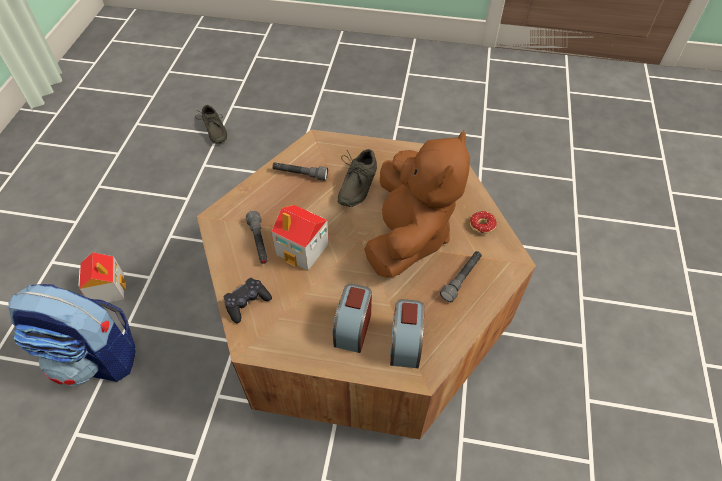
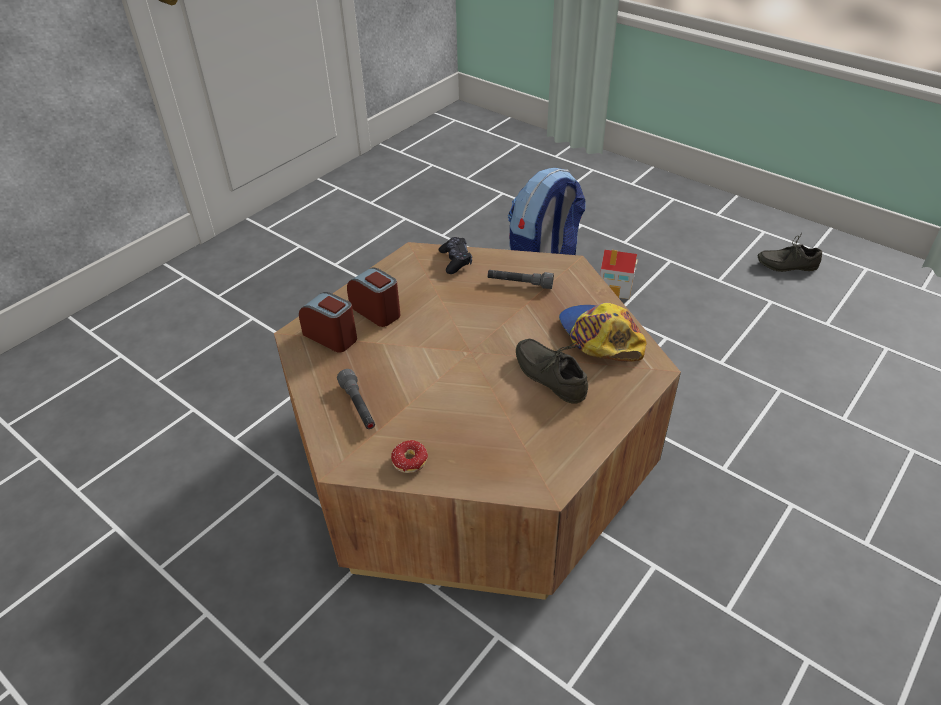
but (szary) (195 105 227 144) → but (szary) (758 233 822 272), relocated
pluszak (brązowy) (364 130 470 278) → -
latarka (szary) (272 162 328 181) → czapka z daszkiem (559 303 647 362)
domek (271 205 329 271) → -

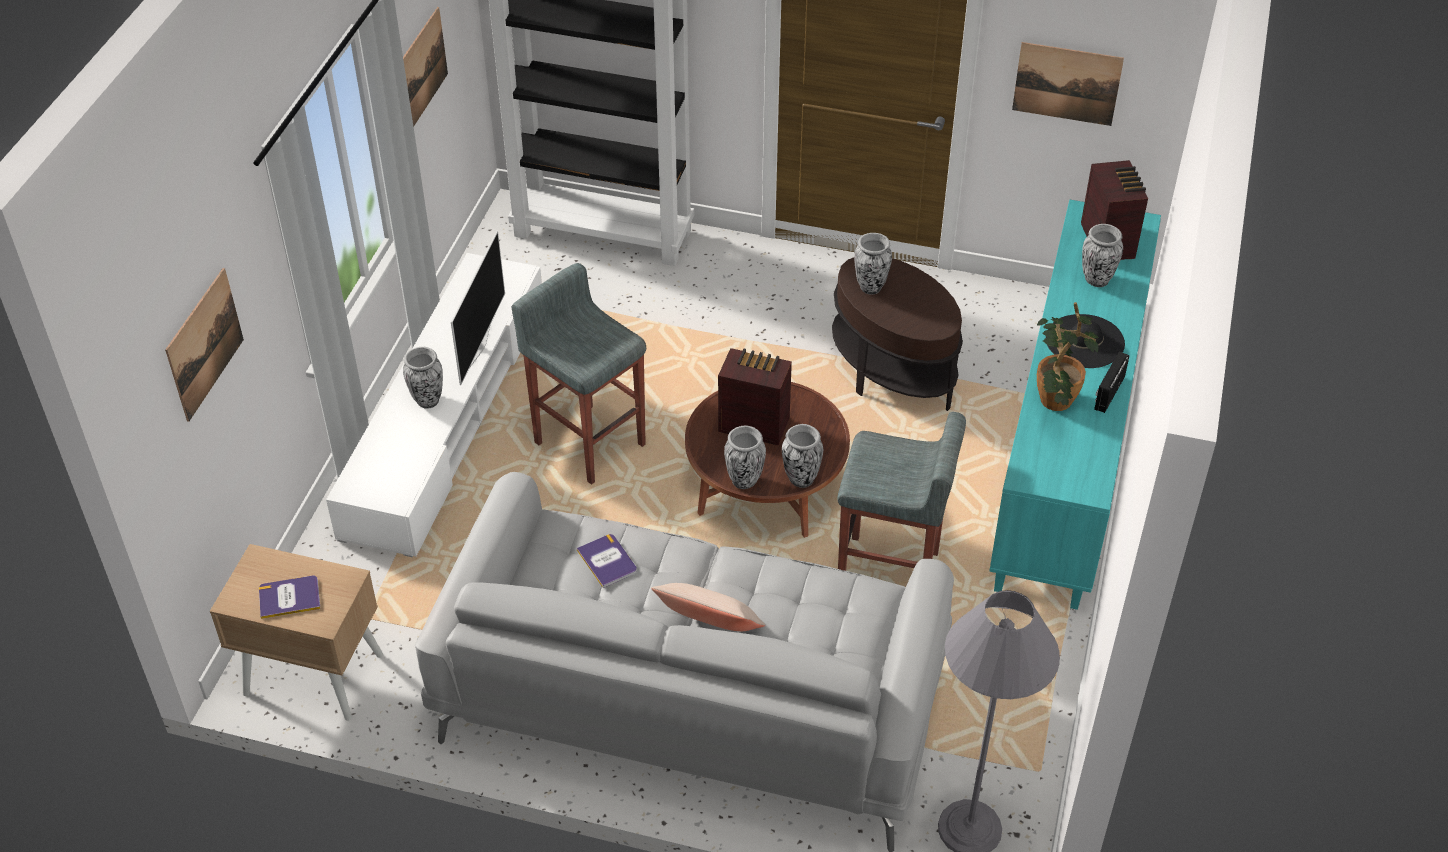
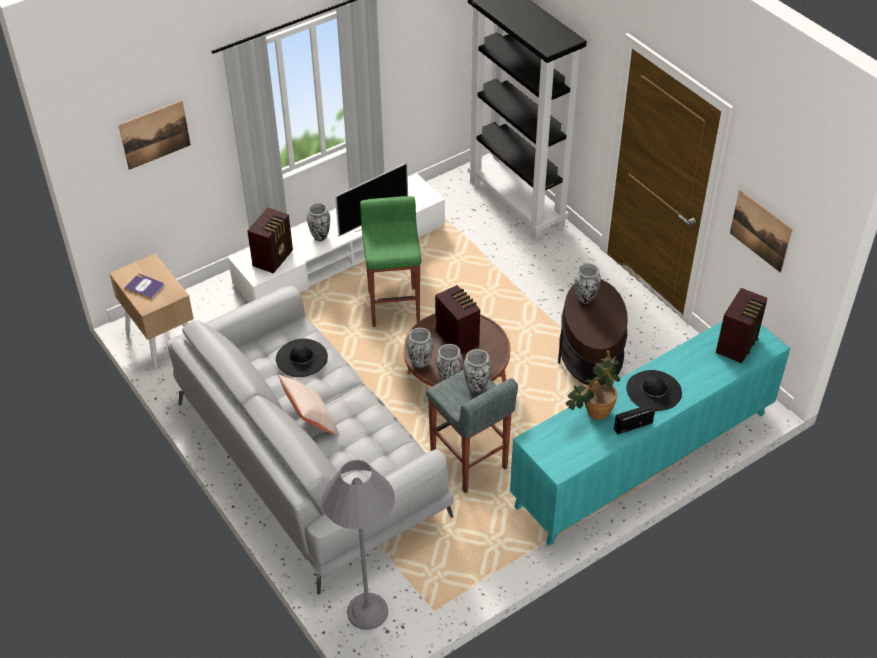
obraz (403 7 448 127) → -
wazon (1082 224 1123 287) → wazon (463 349 491 393), relocated
stołek (szary) (512 263 646 484) → stołek (zielony) (360 196 421 327)
książka (577 534 637 588) → kapelusz (czarny) (276 339 328 377)
- → radio (247 208 293 273)

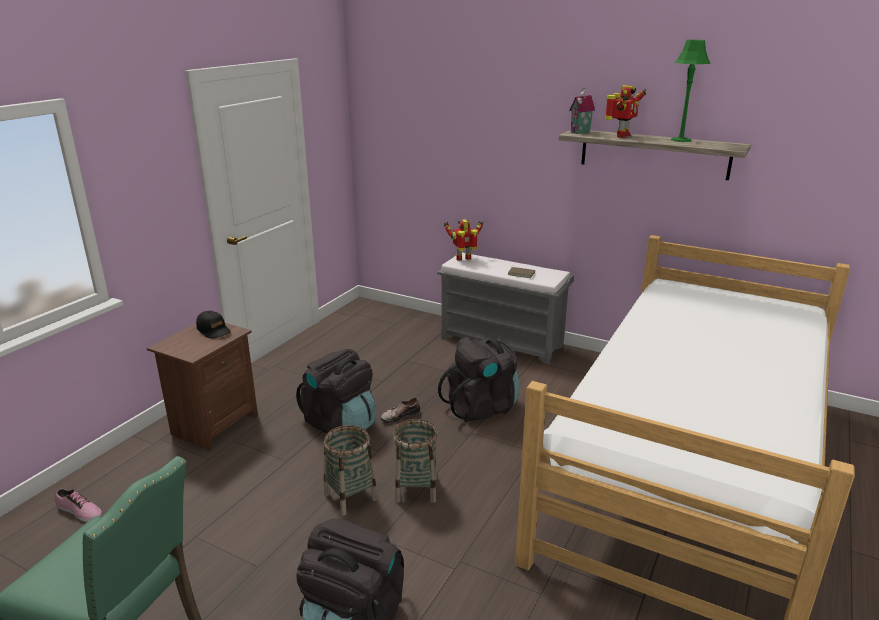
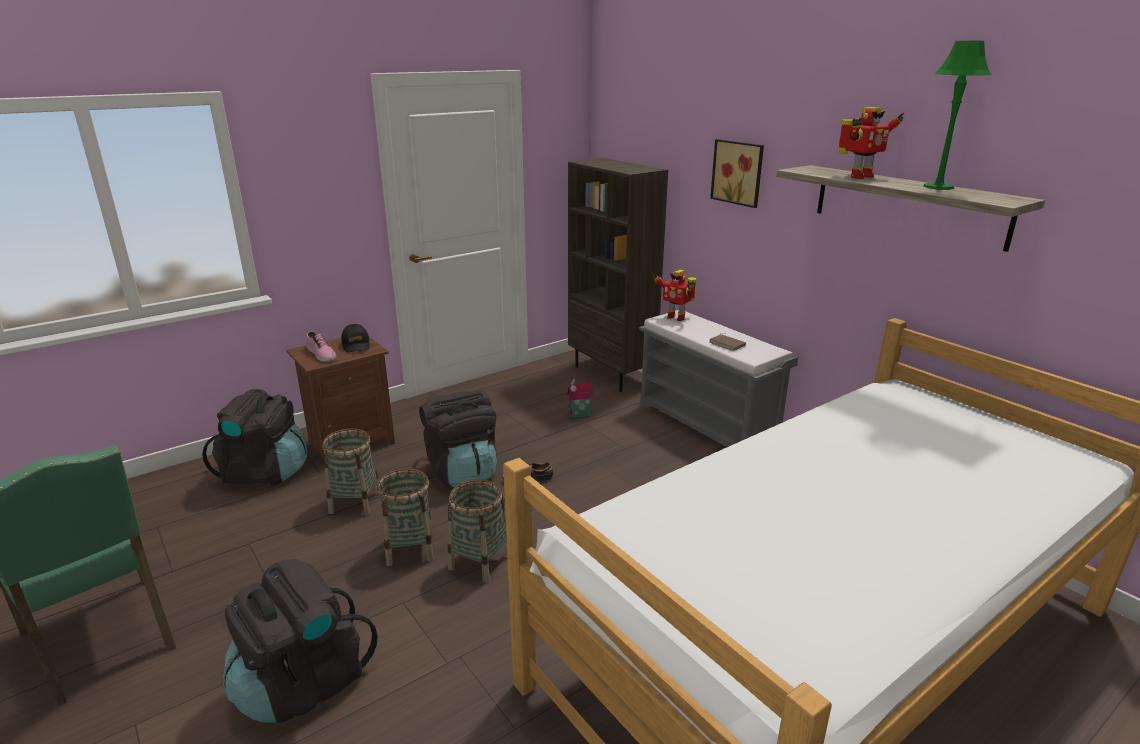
domek (569 88 595 134) → domek (567 379 593 418), relocated
robot zabawkowy (444 219 483 261) → robot zabawkowy (652 270 697 321), 150 degrees counterclockwise
plecak (czarny) (438 337 519 422) → plecak (czarny) (202 389 307 486), relocated
but (55 489 102 522) → but (306 331 336 362), relocated
- → obraz (710 139 764 208)
- → regał (brązowy) (568 158 668 392)
- → koszyk (322 428 379 515)

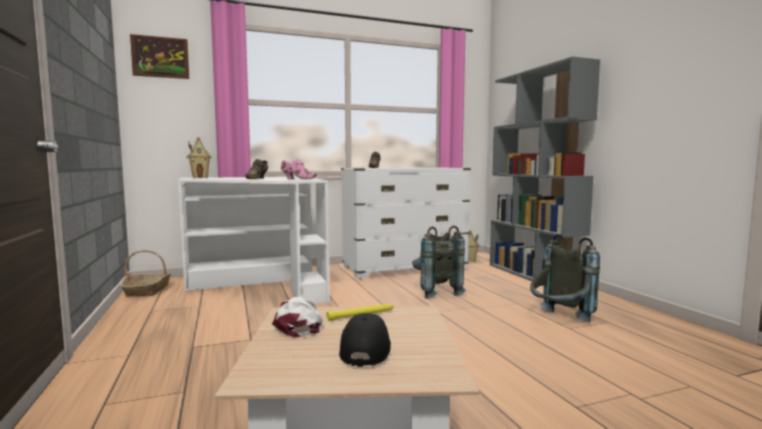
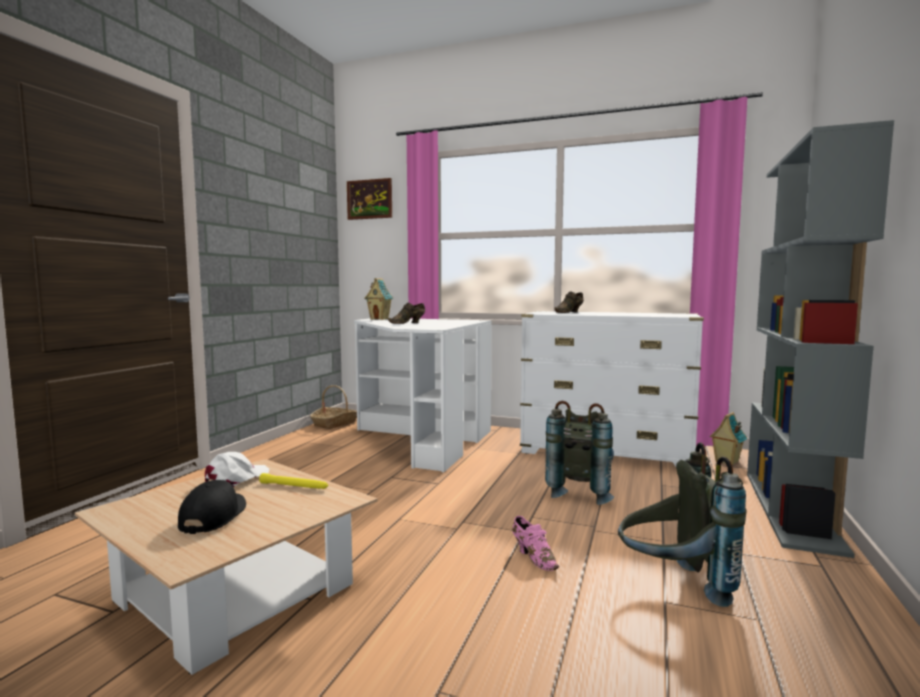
but (różowy) (281 159 317 179) → but (różowy) (512 516 559 571), relocated
czapka z daszkiem (czarny) (339 313 391 367) → czapka z daszkiem (czarny) (178 480 246 534), 45 degrees counterclockwise

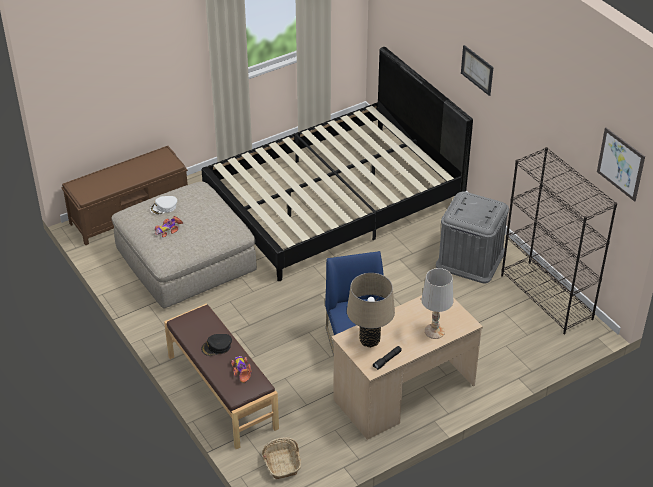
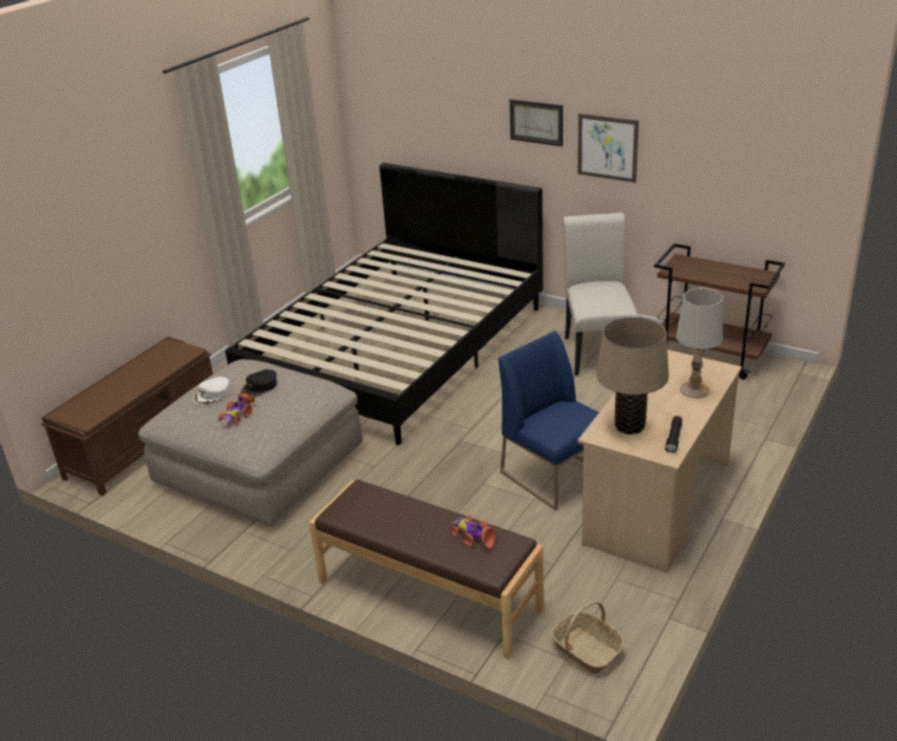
obraz (597 127 645 202) → obraz (578 114 639 183), relocated
regał (czarny) (501 147 617 334) → wózek (brązowy) (654 243 785 379)
pojemnik do przechowywania (szary) (436 191 509 283) → krzesło (biały) (563 213 638 376)
czapka z daszkiem (czarny) (201 334 232 356) → czapka z daszkiem (czarny) (241 369 277 397), relocated

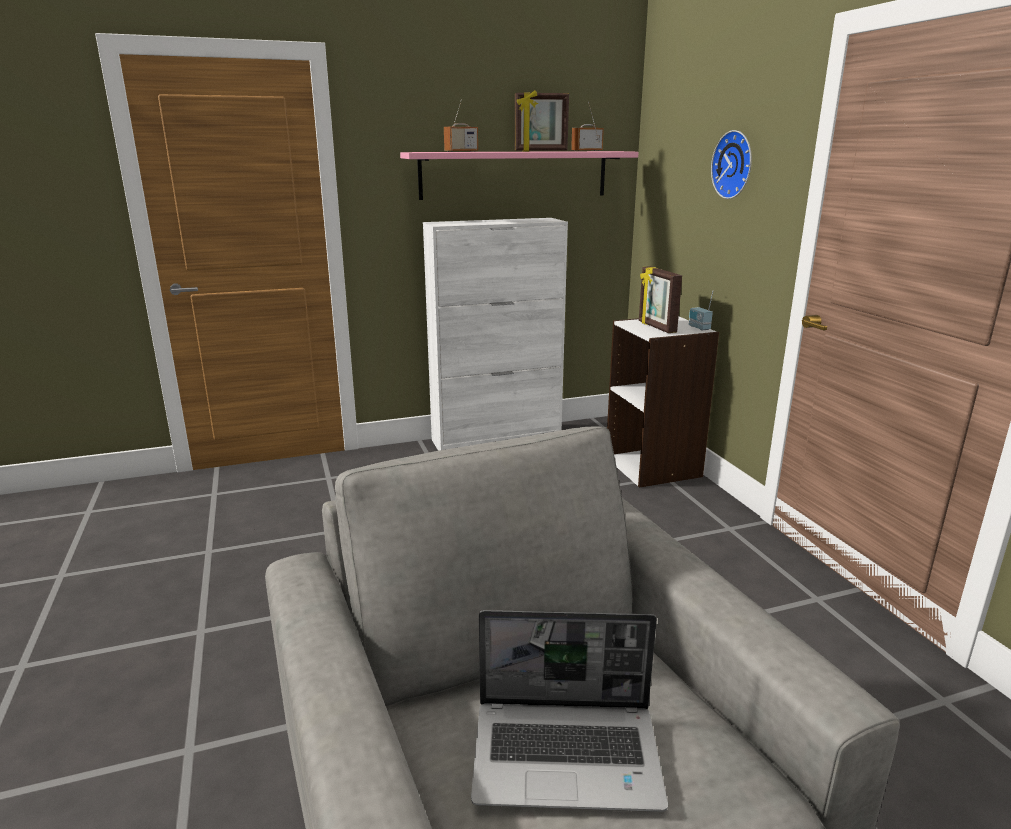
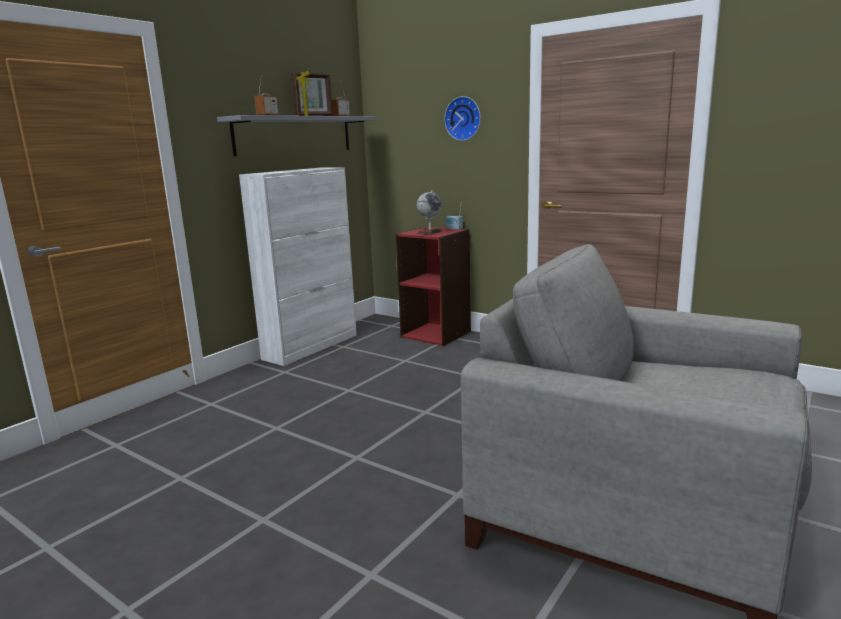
półka (różowy) (400 151 638 200) → półka (szary) (217 115 376 156)
ramka na zdjęcie (639 266 682 333) → globus (417 190 442 235)
regał (biały) (607 317 719 488) → regał (czerwony) (396 226 471 346)
laptop (471 610 668 812) → -

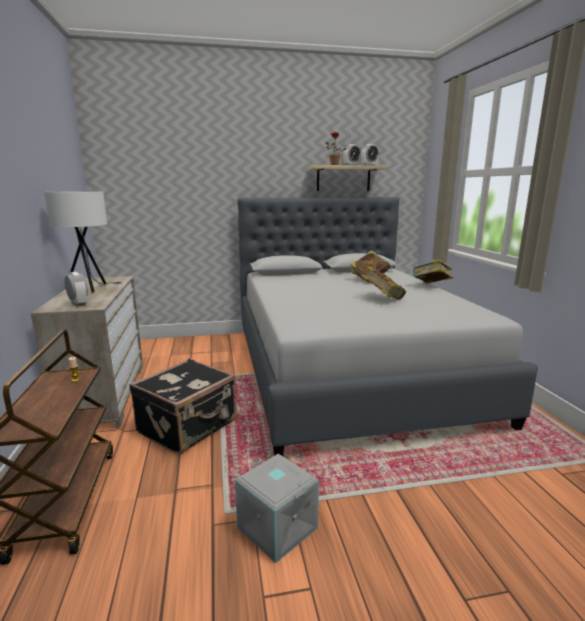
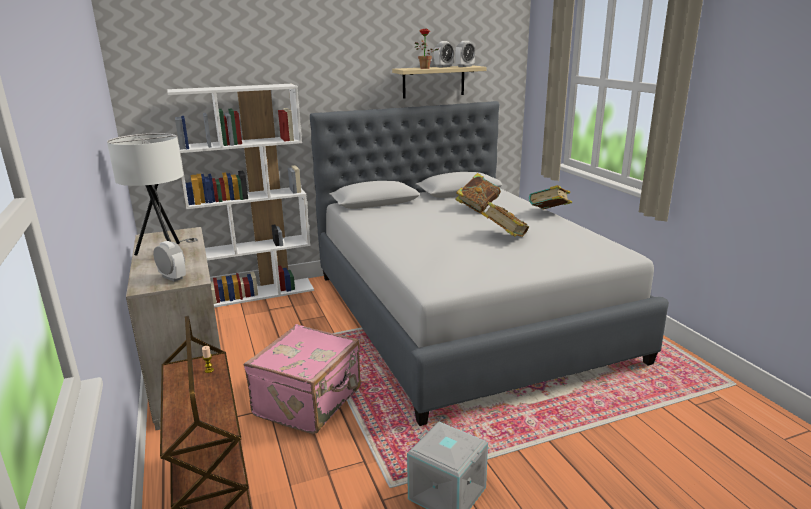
walizka (czarny) (129 359 236 454) → walizka (różowy) (244 324 361 434)
- → regał (biały) (167 84 314 308)

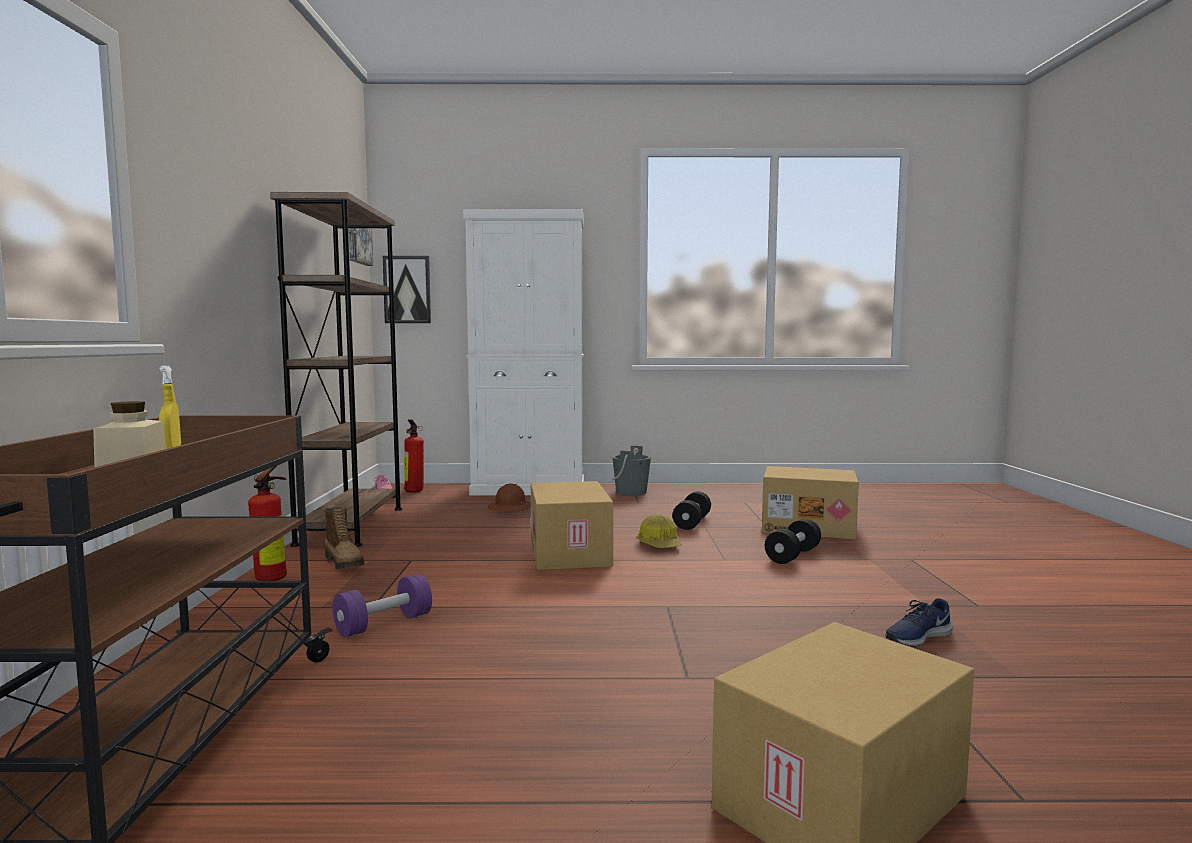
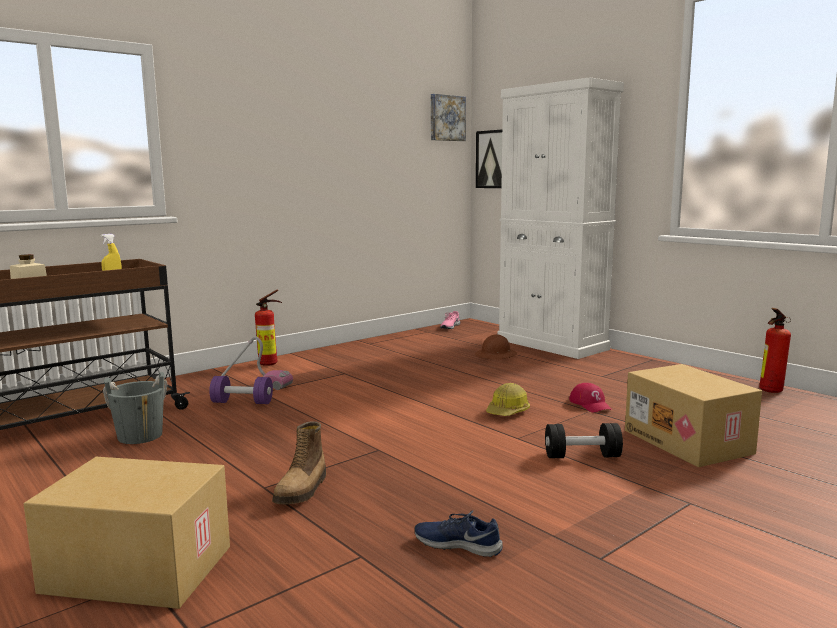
regał (brązowy) (270 192 402 547) → -
gaśnica (404 419 424 493) → gaśnica (759 308 791 393), relocated
wiadro (szary) (612 445 651 496) → wiadro (szary) (103 372 167 444), relocated
karton (531 481 613 570) → -
hantel (czarny) (672 491 711 530) → czapka z daszkiem (czerwony) (569 383 612 412)
but z cholewką (325 507 365 570) → but z cholewką (272 421 326 504), relocated
- → odkurzacz (221 336 293 390)

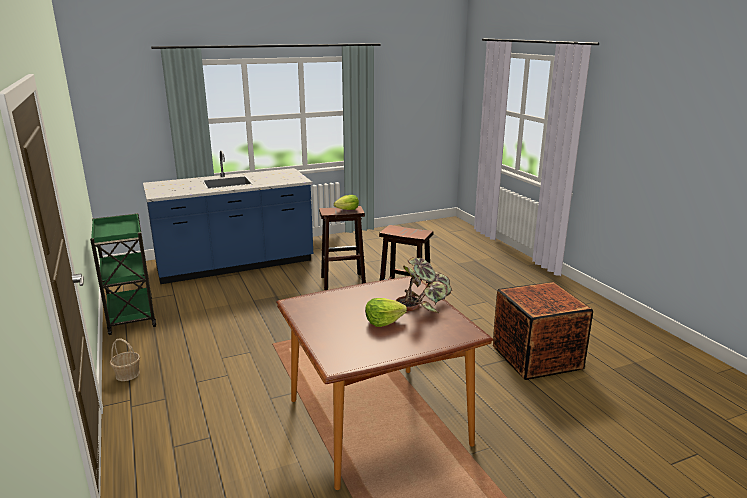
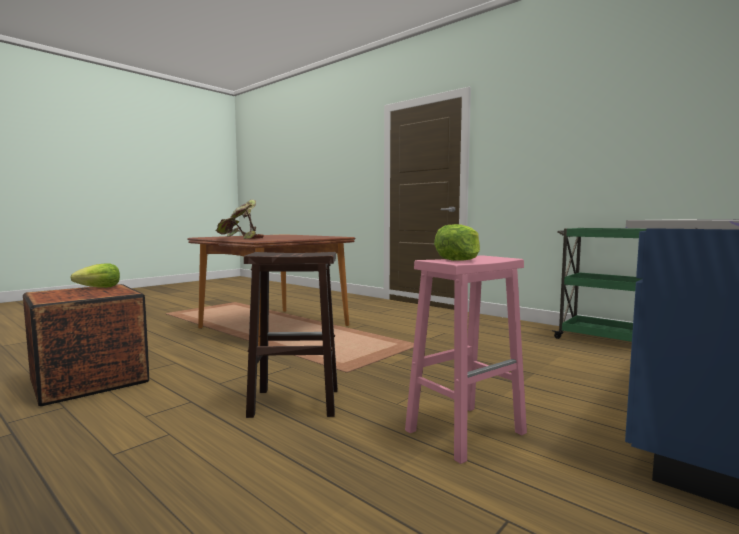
stołek (brązowy) (319 206 366 290) → stołek (różowy) (405 255 527 464)
sałata (365 298 407 327) → sałata (70 263 120 288), relocated
koszyk (110 339 140 381) → -

